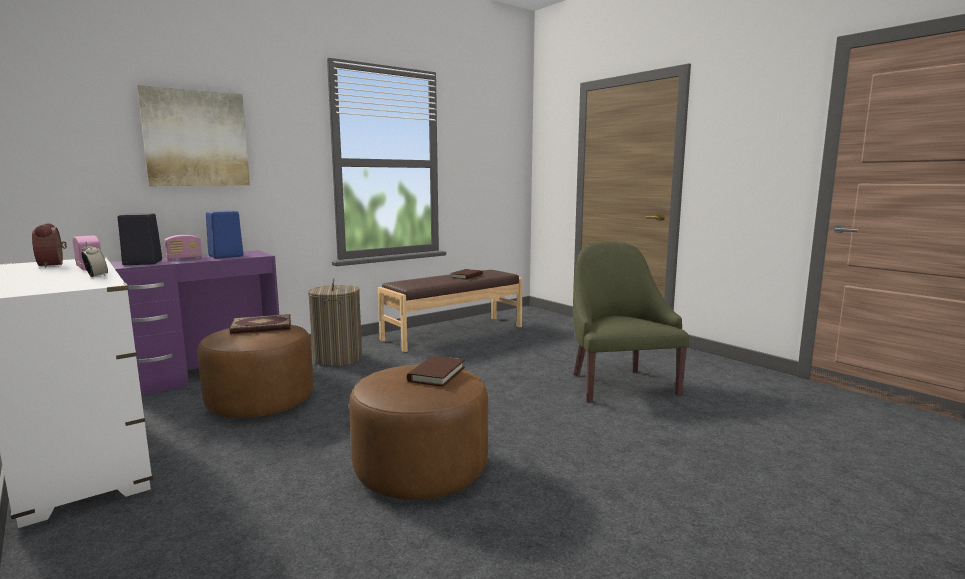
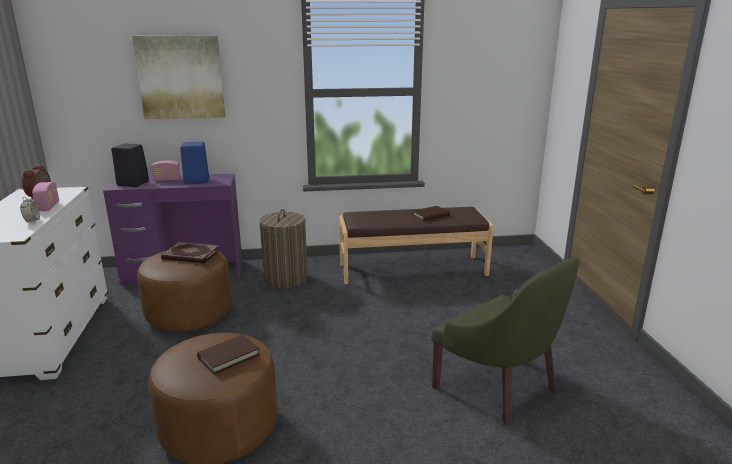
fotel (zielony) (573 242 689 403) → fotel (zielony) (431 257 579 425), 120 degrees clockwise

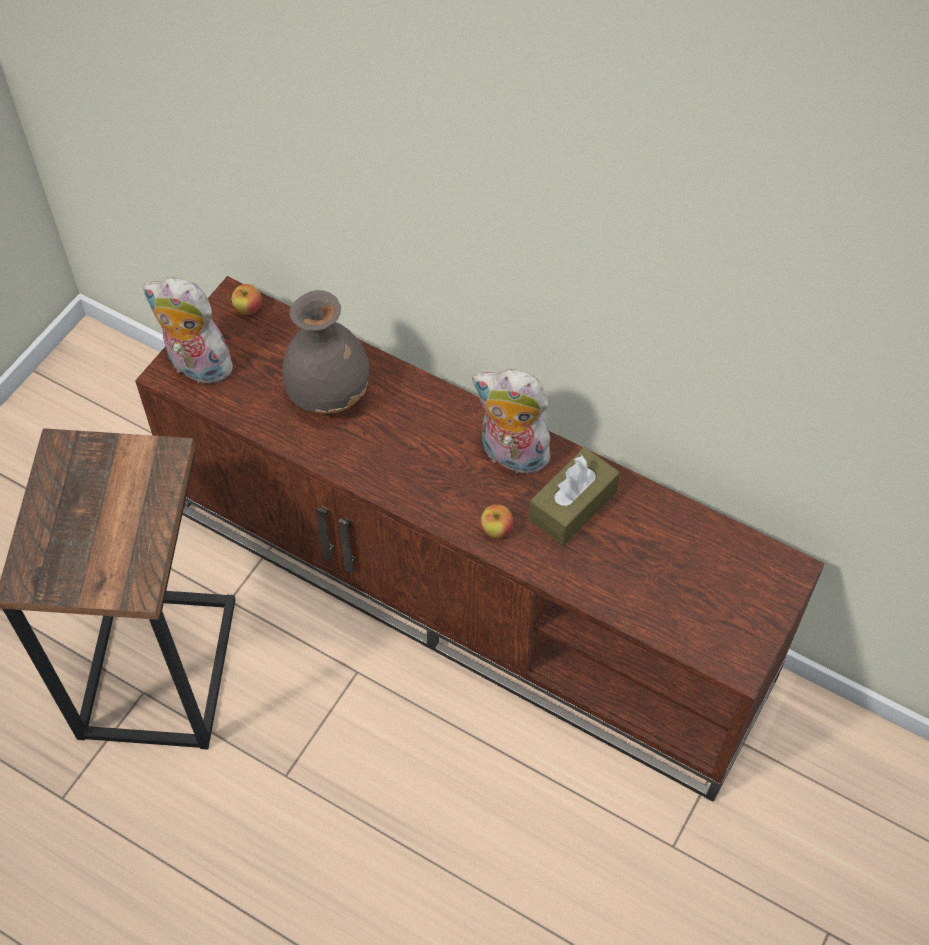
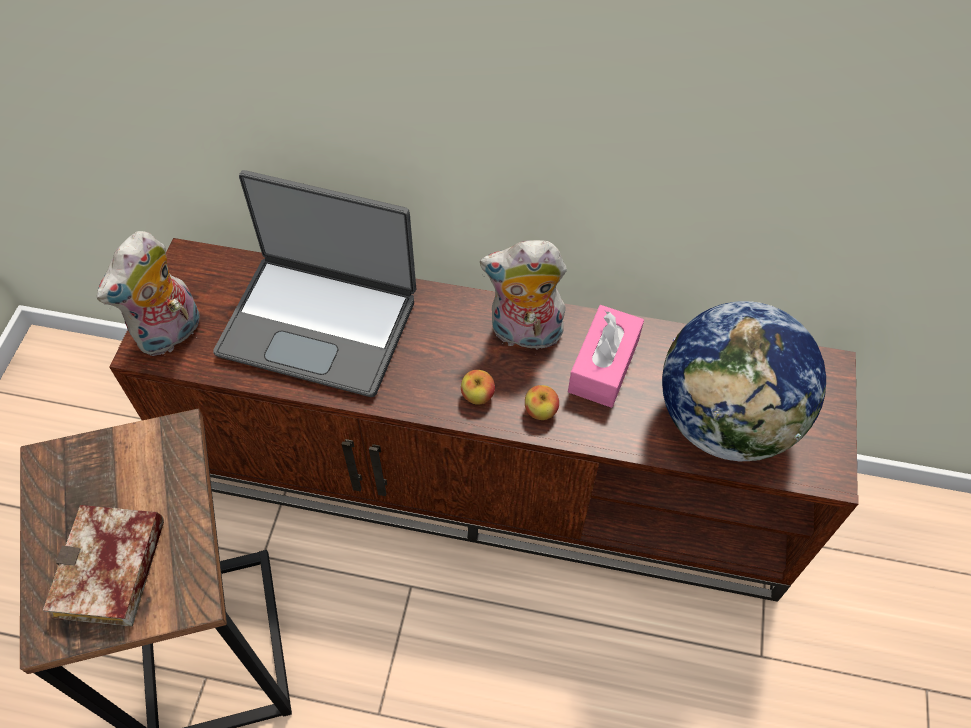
pluszak (143 277 236 387) → pluszak (97 231 200 356), 60 degrees counterclockwise
jabłko (231 284 262 315) → jabłko (461 370 495 405), relocated
wazon (szary) (282 290 369 414) → laptop (213 170 416 397)
pudełko chusteczek (brązowy) (529 447 620 545) → pudełko chusteczek (różowy) (568 305 644 408)
- → globus (662 301 826 461)
- → książka (43 505 164 627)

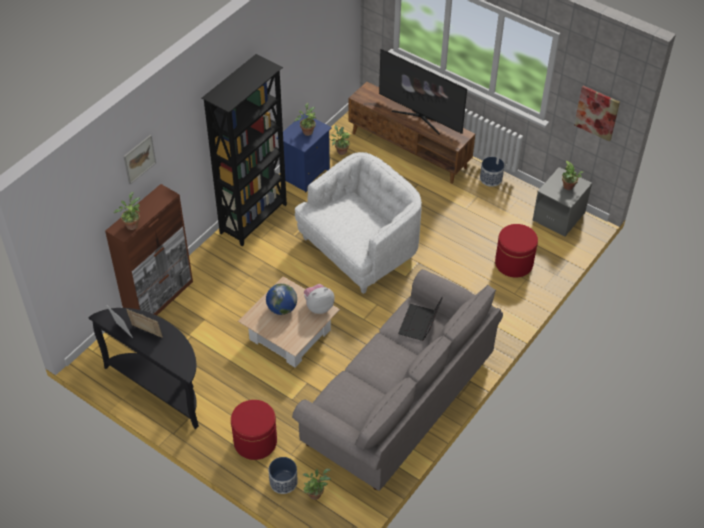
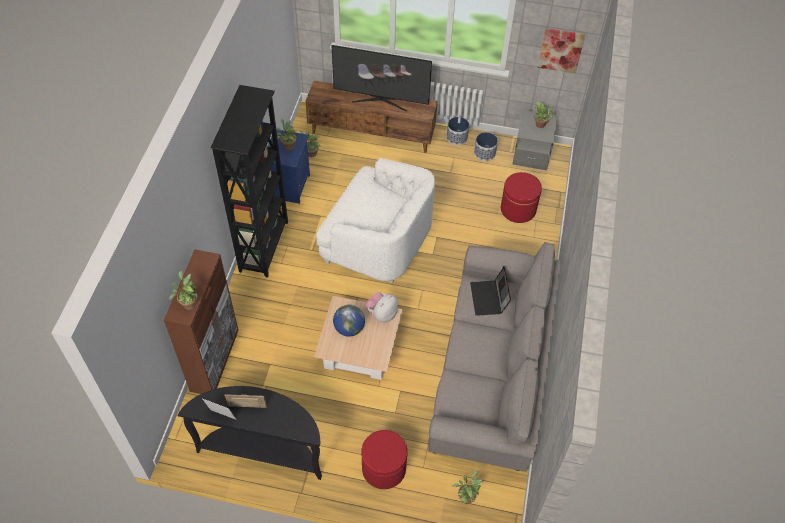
obraz (123 135 156 184) → -
fotel (biały) (295 152 422 294) → fotel (biały) (316 158 435 283), 90 degrees clockwise
donica (269 457 298 494) → donica (474 132 498 161), relocated

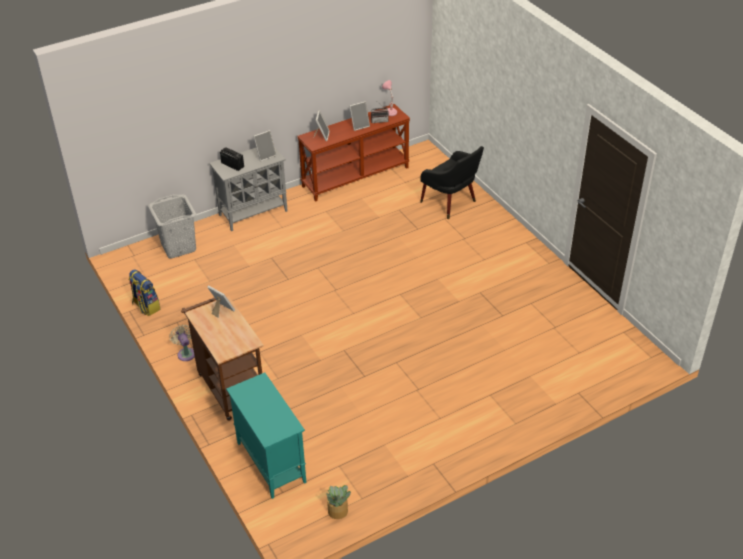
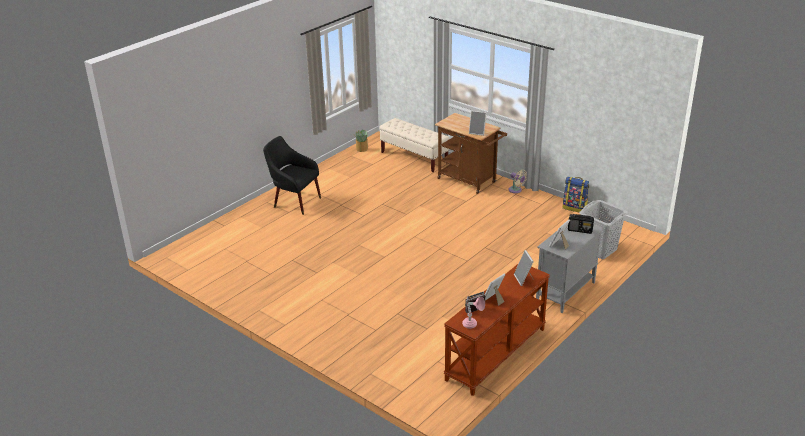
fotel (czarny) (420 146 484 219) → fotel (czarny) (263 136 321 215), relocated
szafka (turkusowy) (226 373 306 499) → ławka (beżowy) (379 118 450 172)

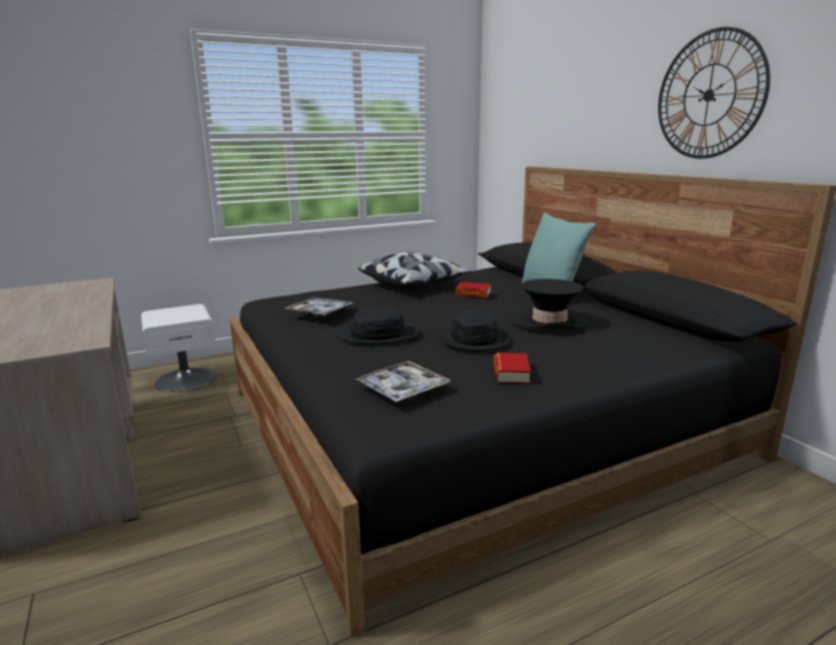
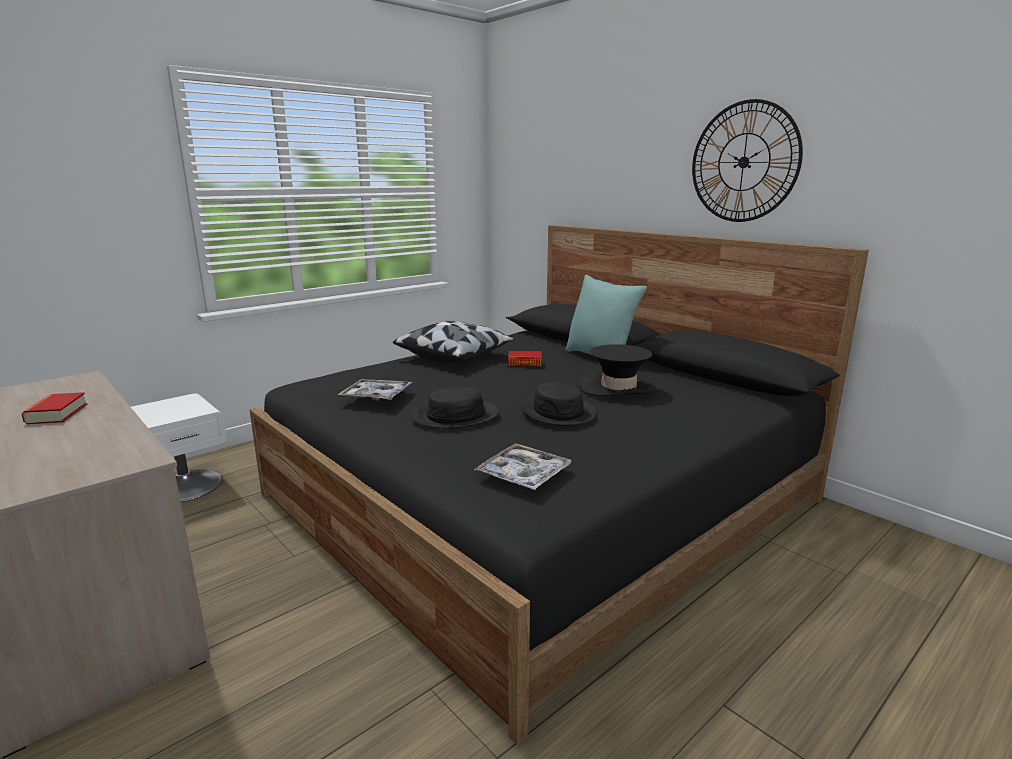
książka (494 353 531 384) → książka (22 392 87 424), relocated

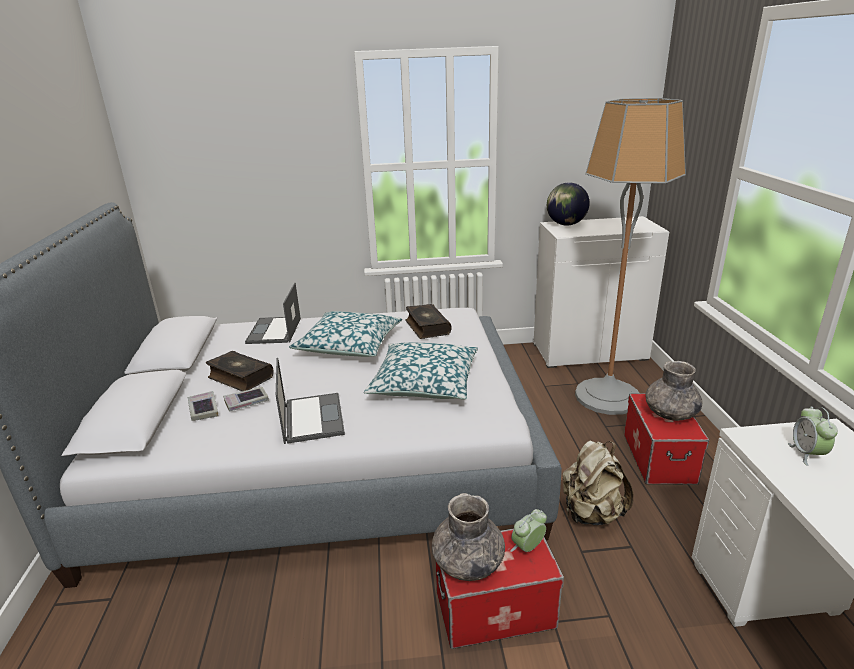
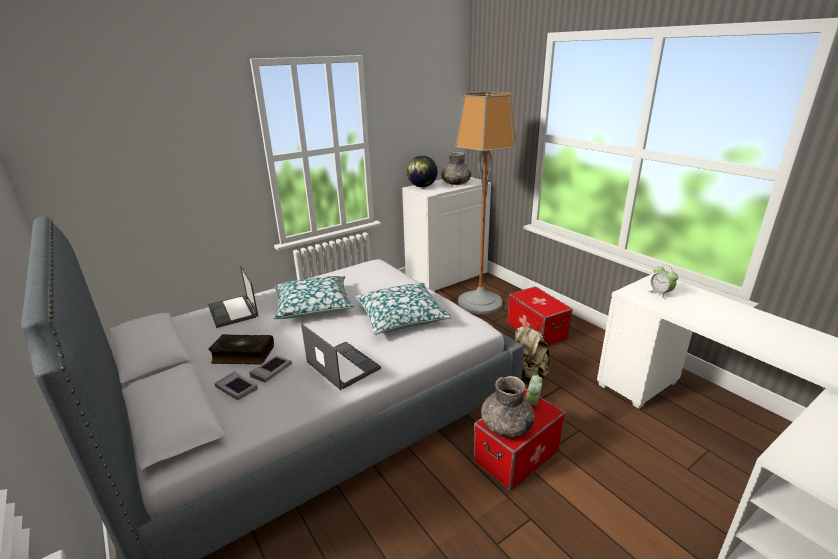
książka (405 304 451 339) → -
wazon (szary) (645 361 703 421) → wazon (szary) (441 152 471 185), relocated

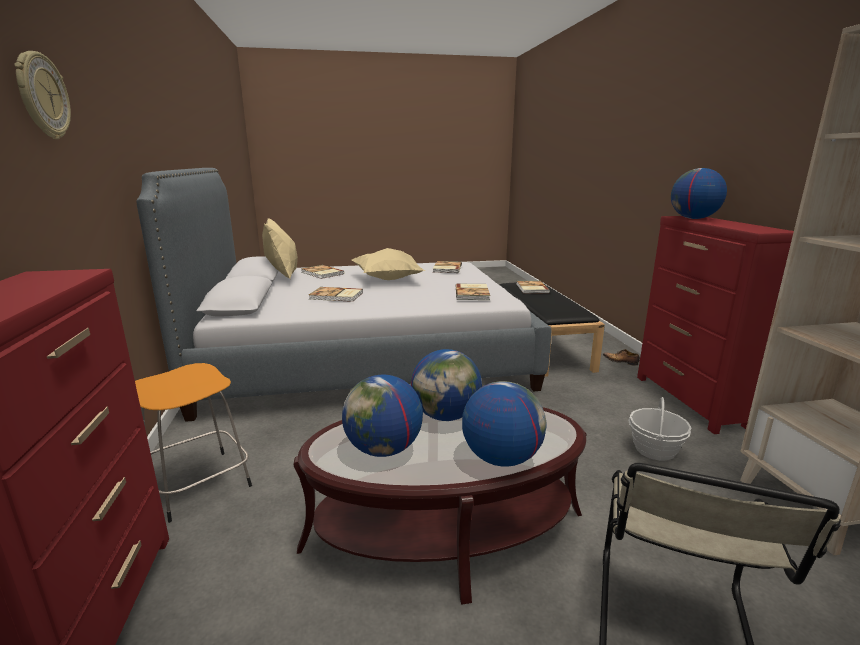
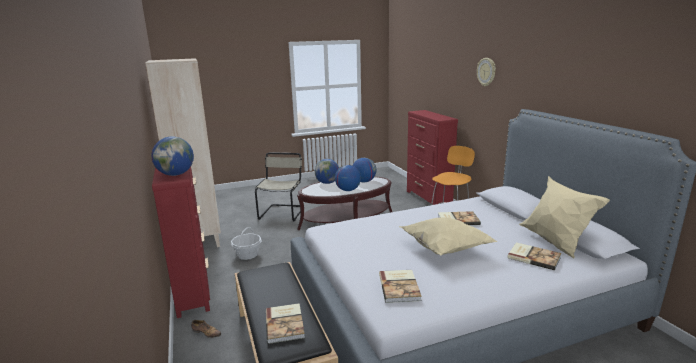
książka (456 284 490 300) → -

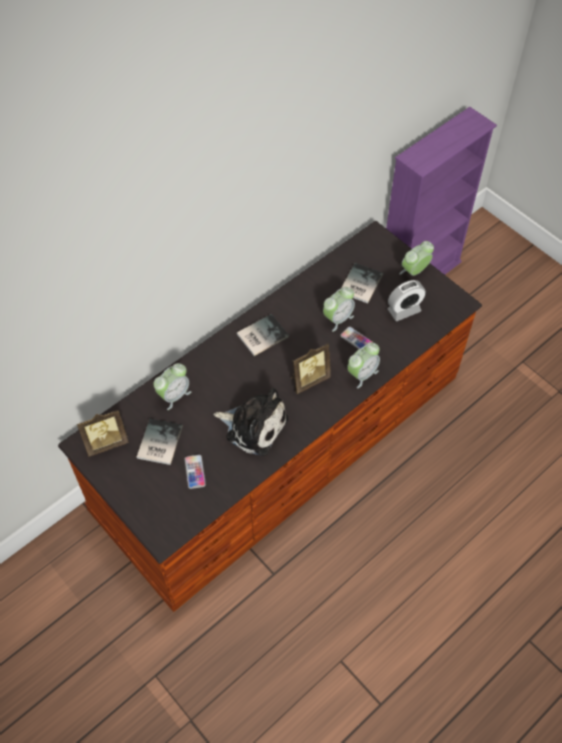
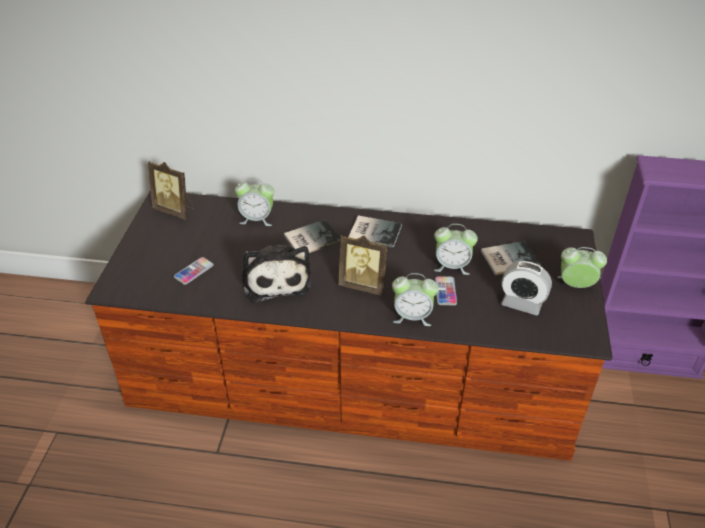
książka (137 419 183 465) → książka (284 220 341 253), relocated

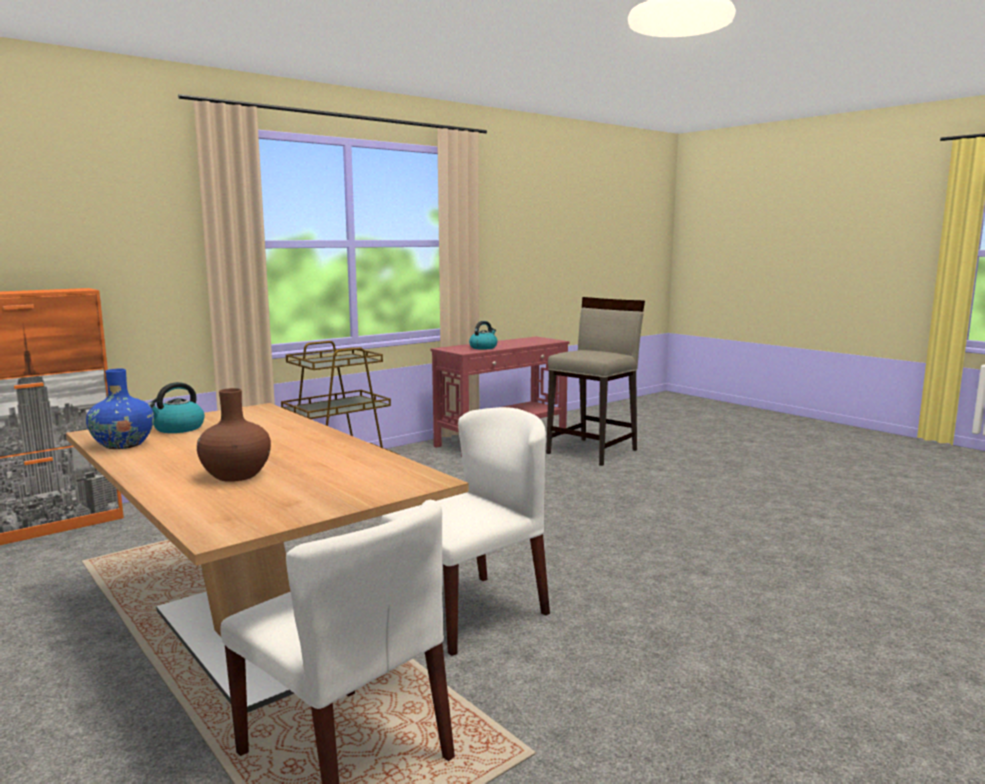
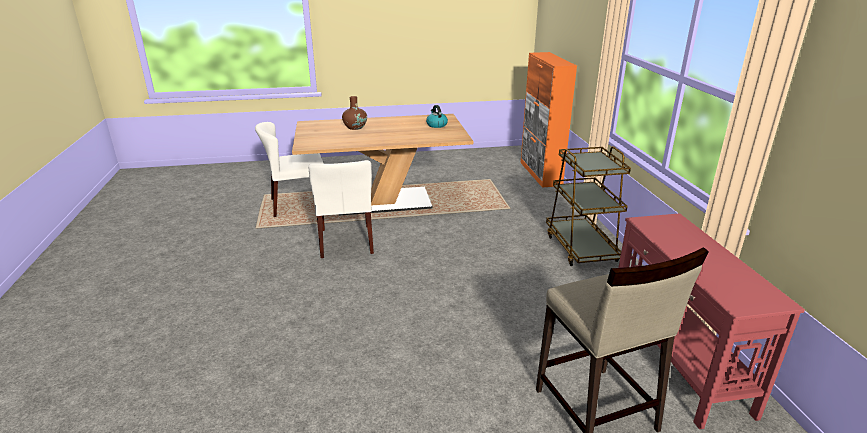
czajnik (469 321 498 350) → -
wazon (niebieski) (86 369 154 449) → -

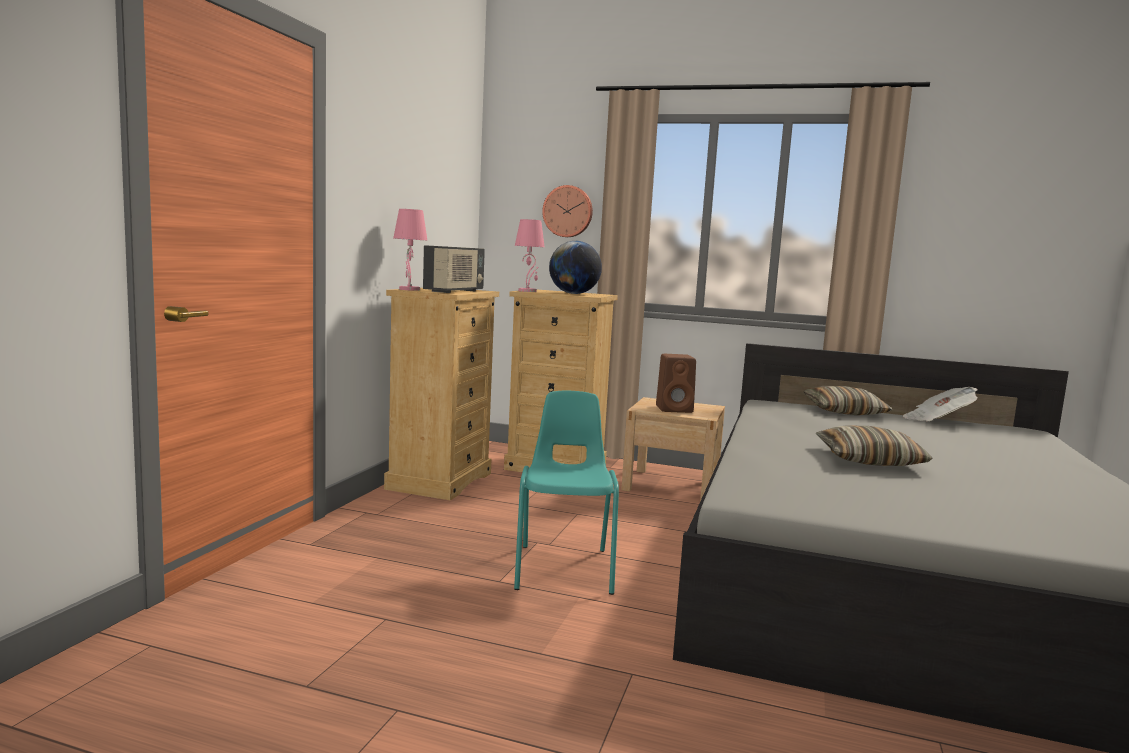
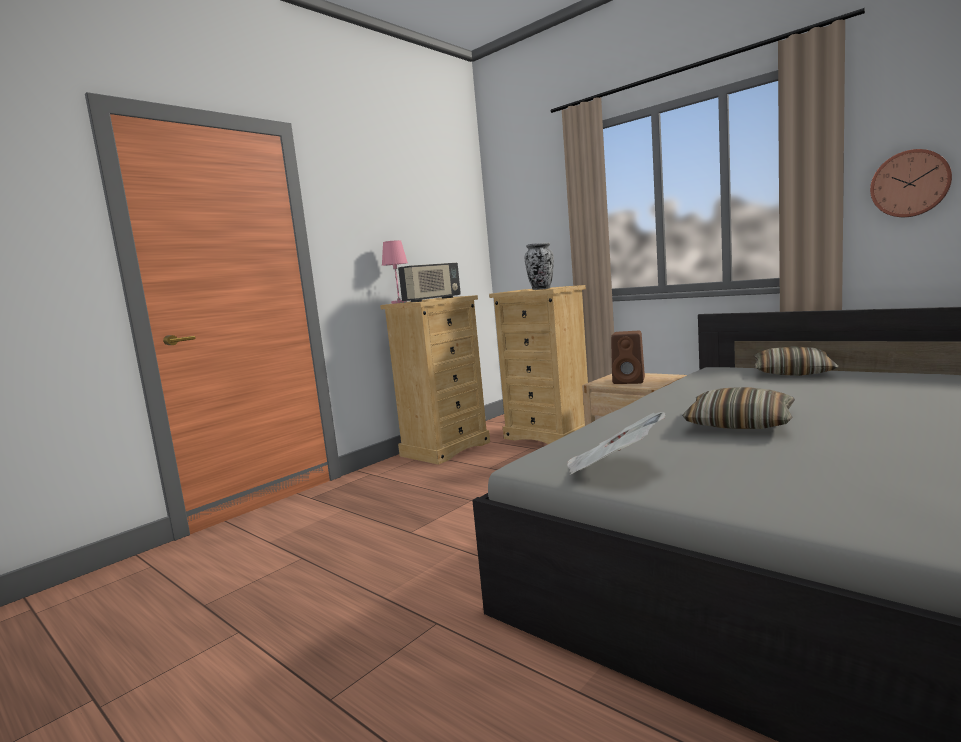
zegar ścienny (542 185 593 237) → zegar ścienny (870 149 952 217), relocated
lampa stołowa (różowy) (515 219 545 292) → -
globus (549 241 602 294) → wazon (525 242 554 290)
gazeta (903 387 978 421) → gazeta (567 412 665 475), relocated
krzesło (turkusowy) (514 391 619 595) → -

